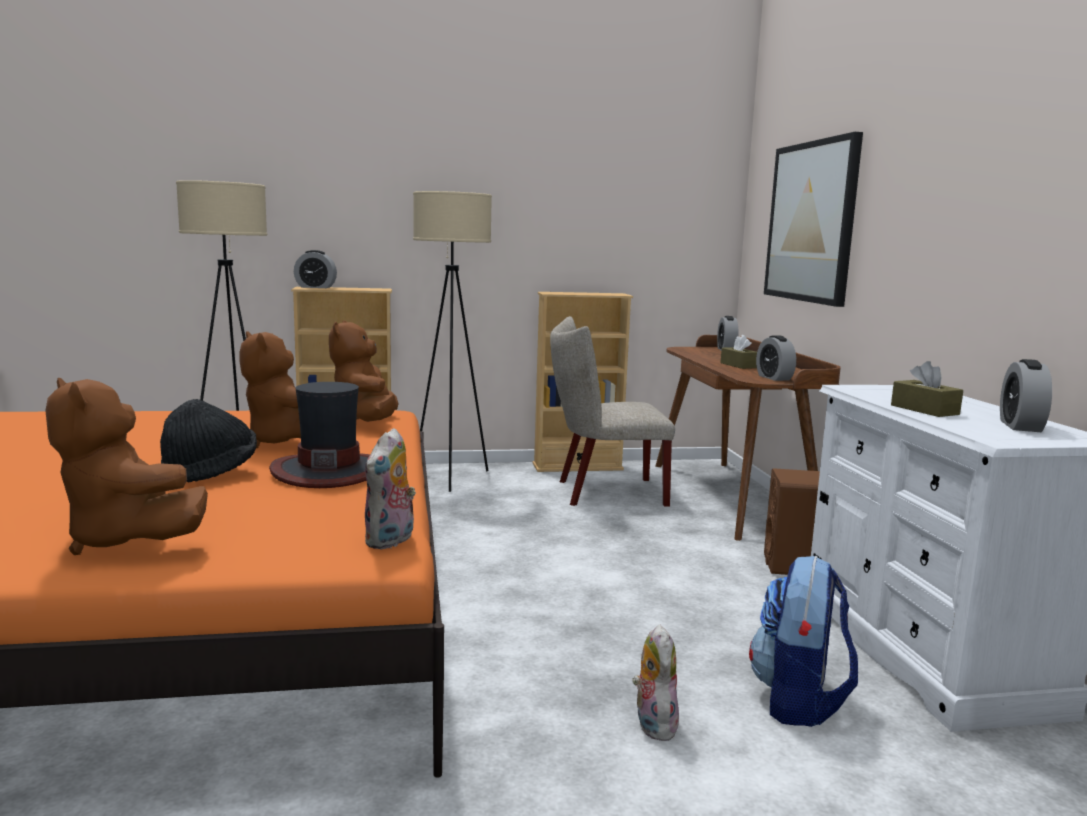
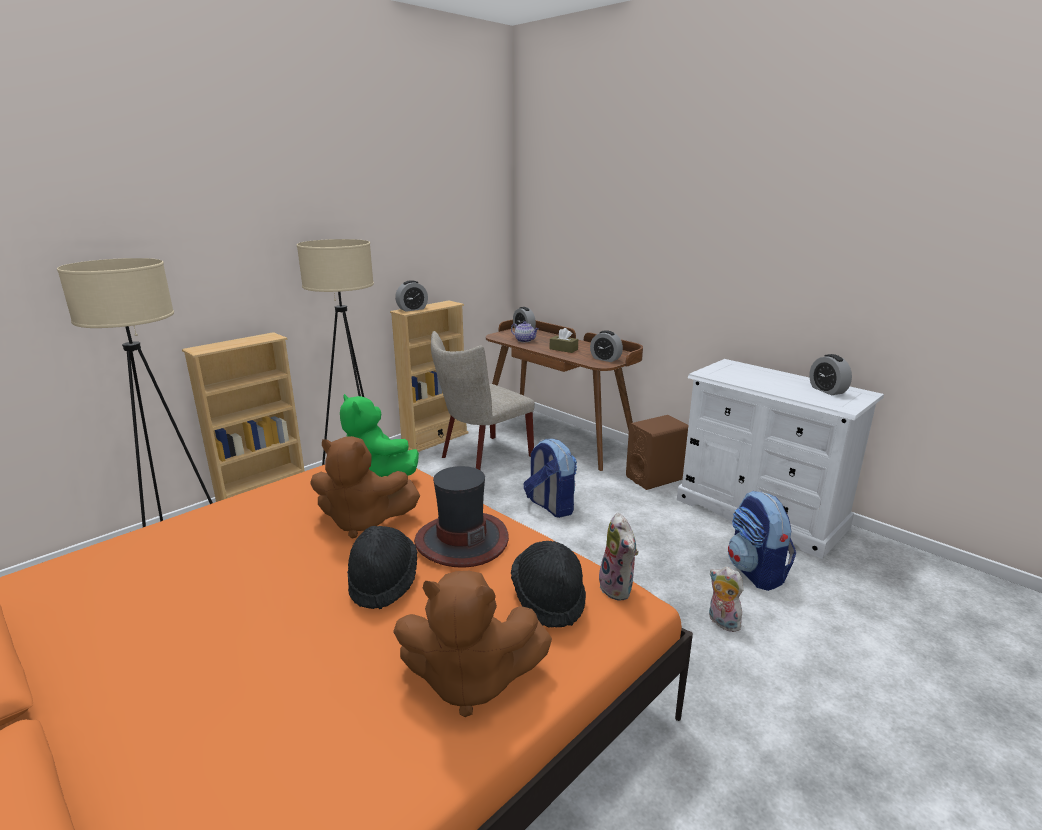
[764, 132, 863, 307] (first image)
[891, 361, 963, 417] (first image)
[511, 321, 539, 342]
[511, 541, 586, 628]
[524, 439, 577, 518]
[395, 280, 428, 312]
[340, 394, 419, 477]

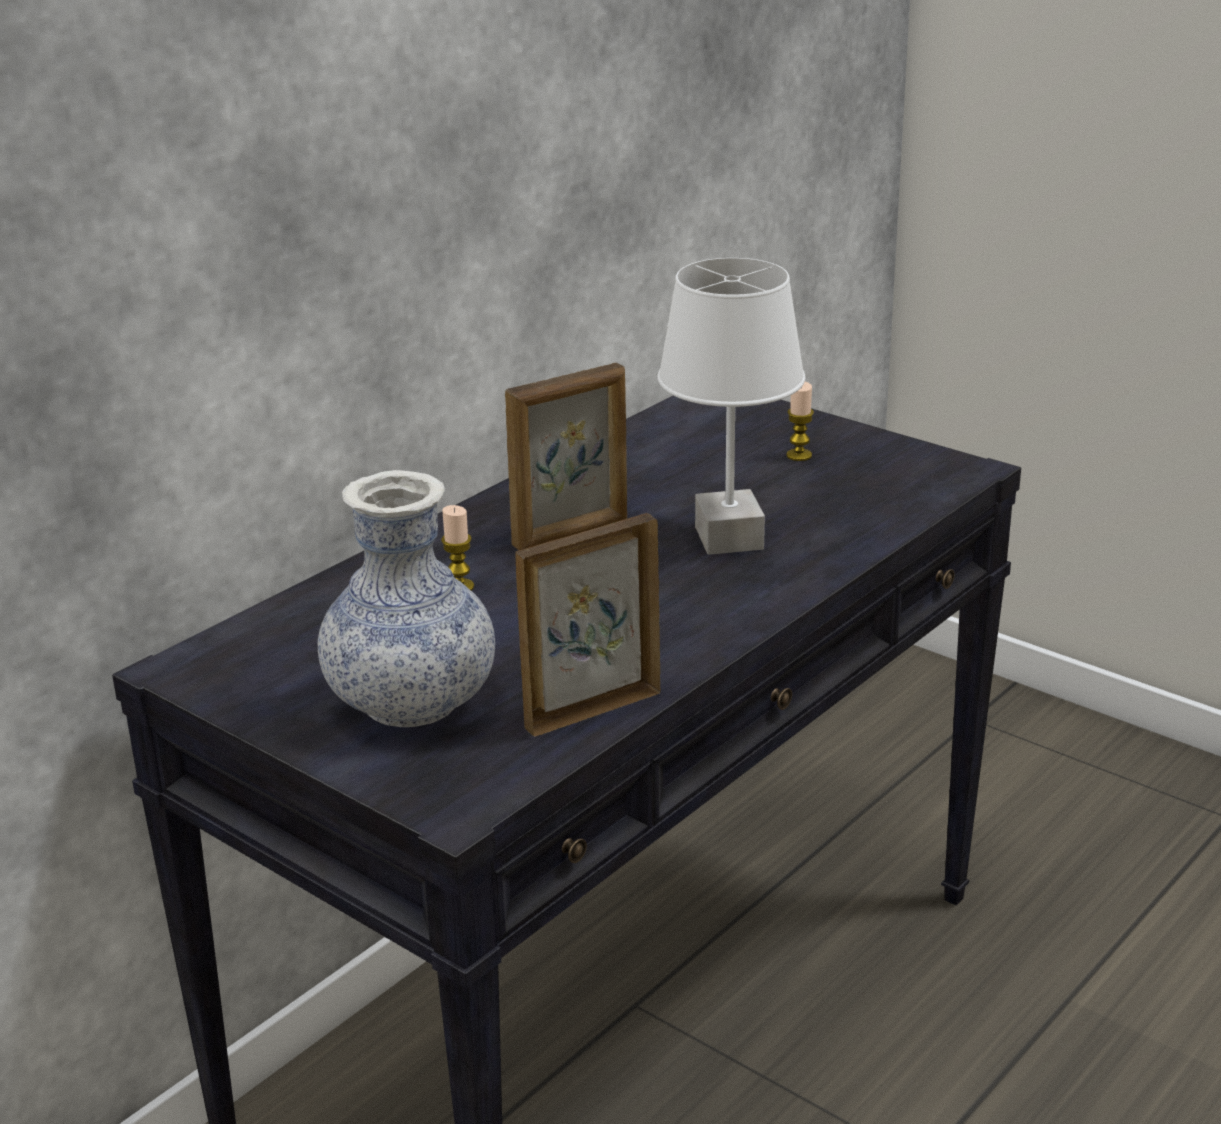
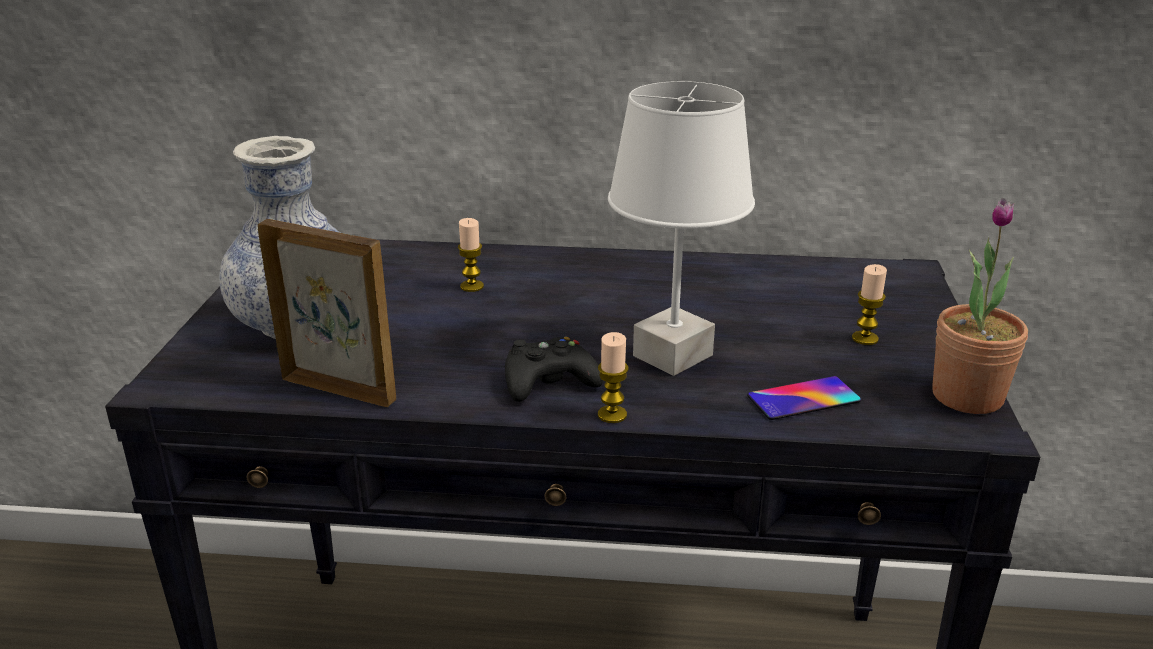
[505, 363, 627, 551] (first image)
[505, 336, 603, 402]
[598, 332, 629, 423]
[747, 376, 861, 420]
[932, 198, 1028, 414]

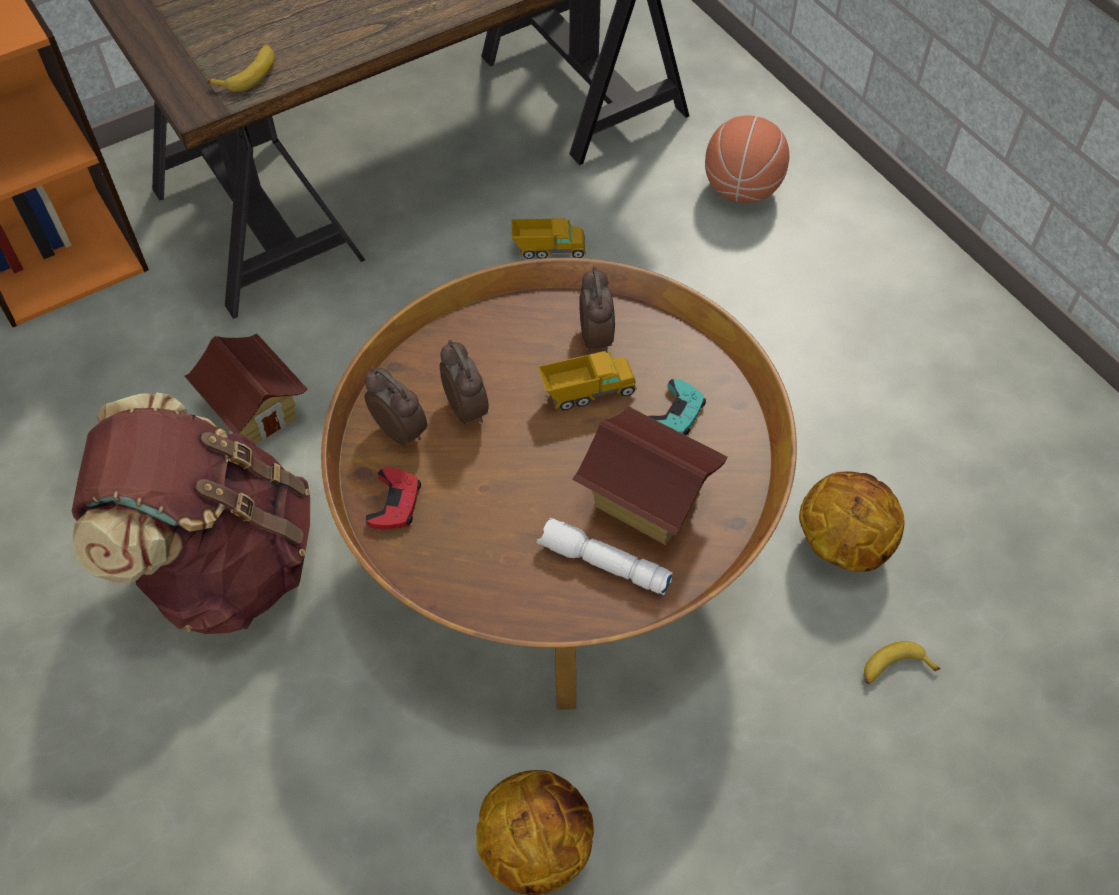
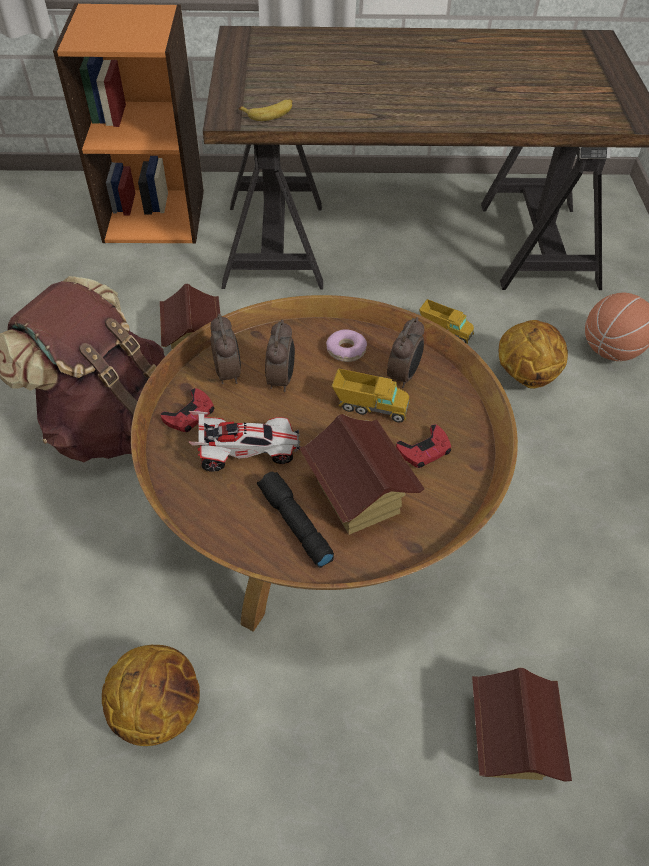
[189, 411, 301, 472]
[326, 329, 367, 362]
[499, 320, 568, 389]
[472, 668, 572, 782]
[257, 472, 334, 568]
[396, 424, 451, 468]

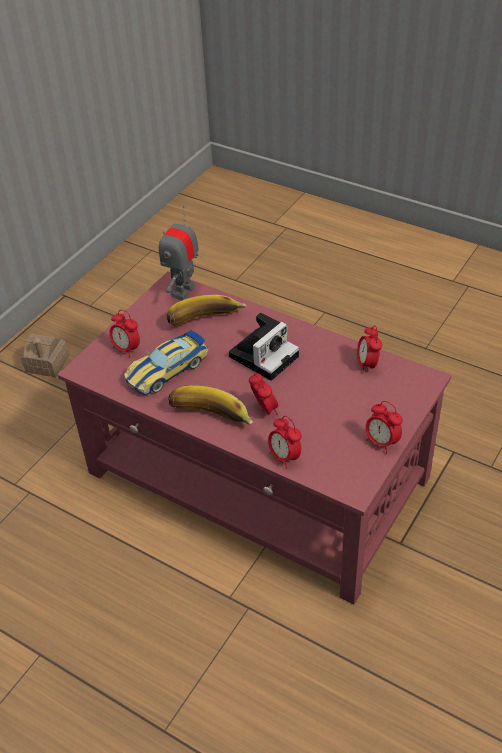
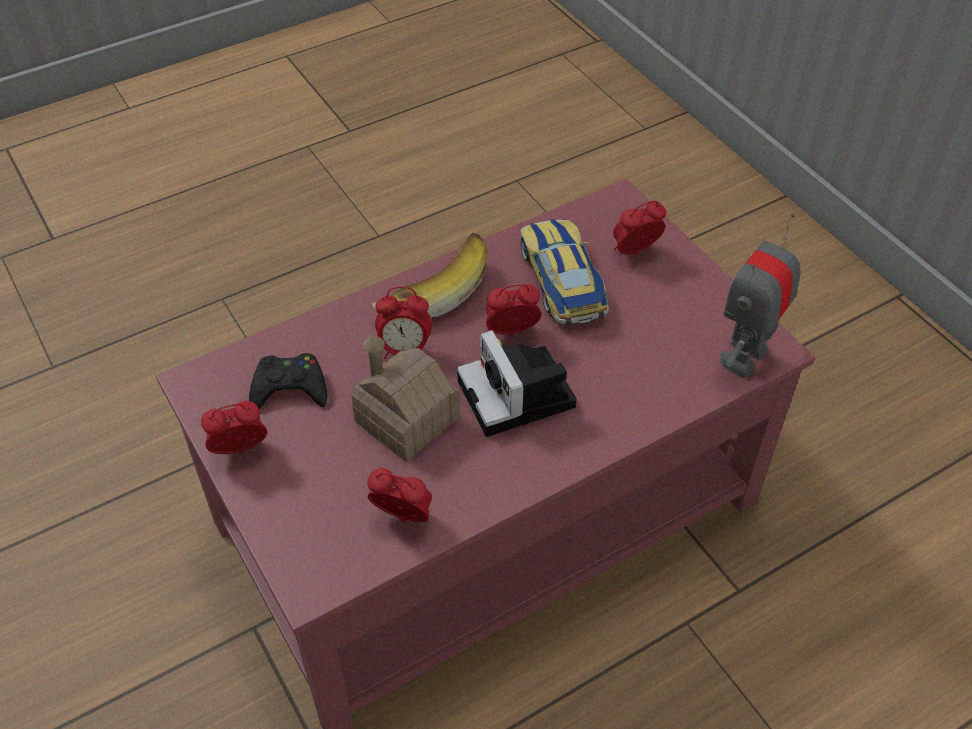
[166, 295, 246, 326] (first image)
[249, 353, 328, 409]
[351, 335, 460, 462]
[486, 284, 542, 336]
[720, 213, 801, 379]

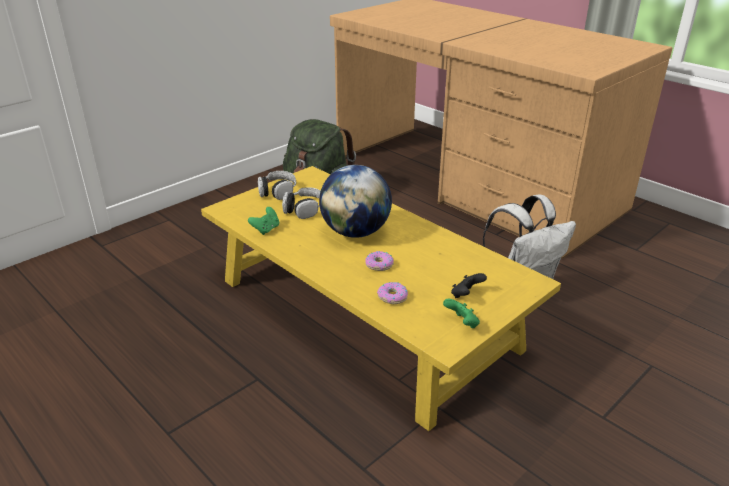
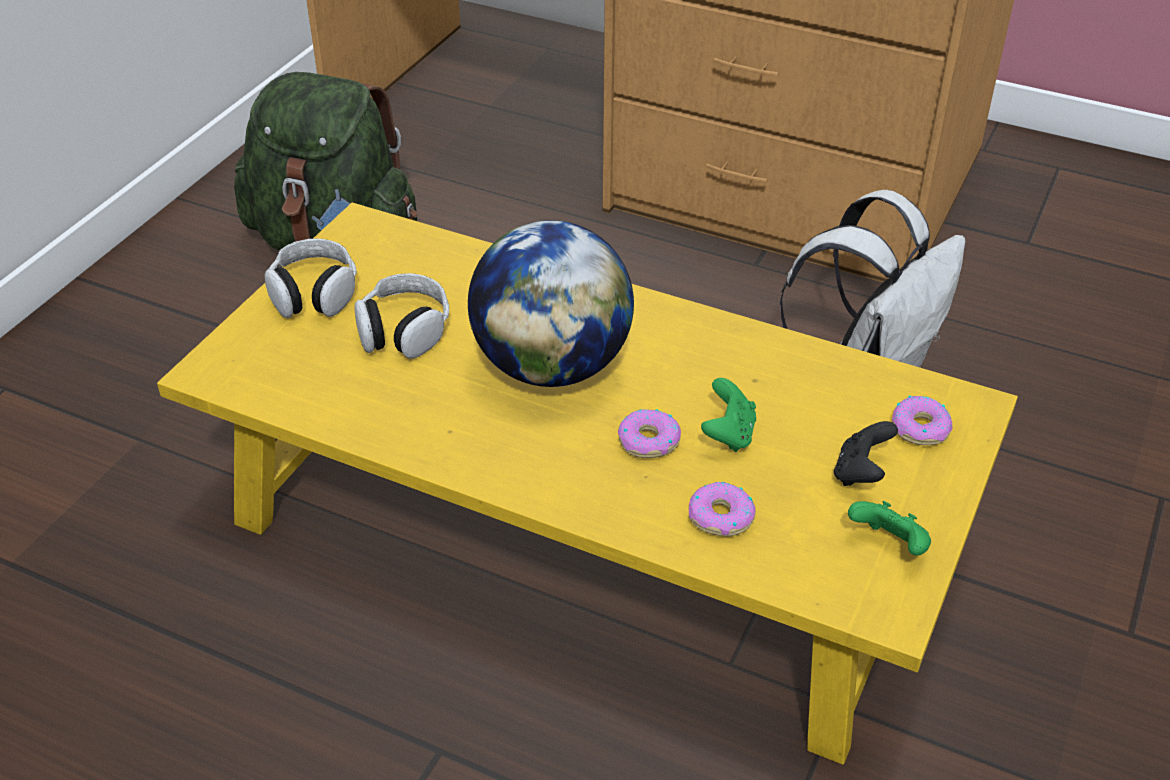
[892, 395, 953, 445]
[701, 378, 756, 452]

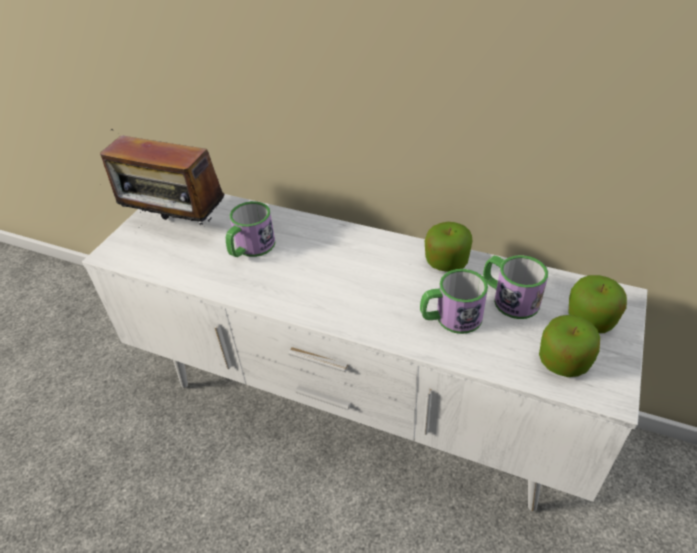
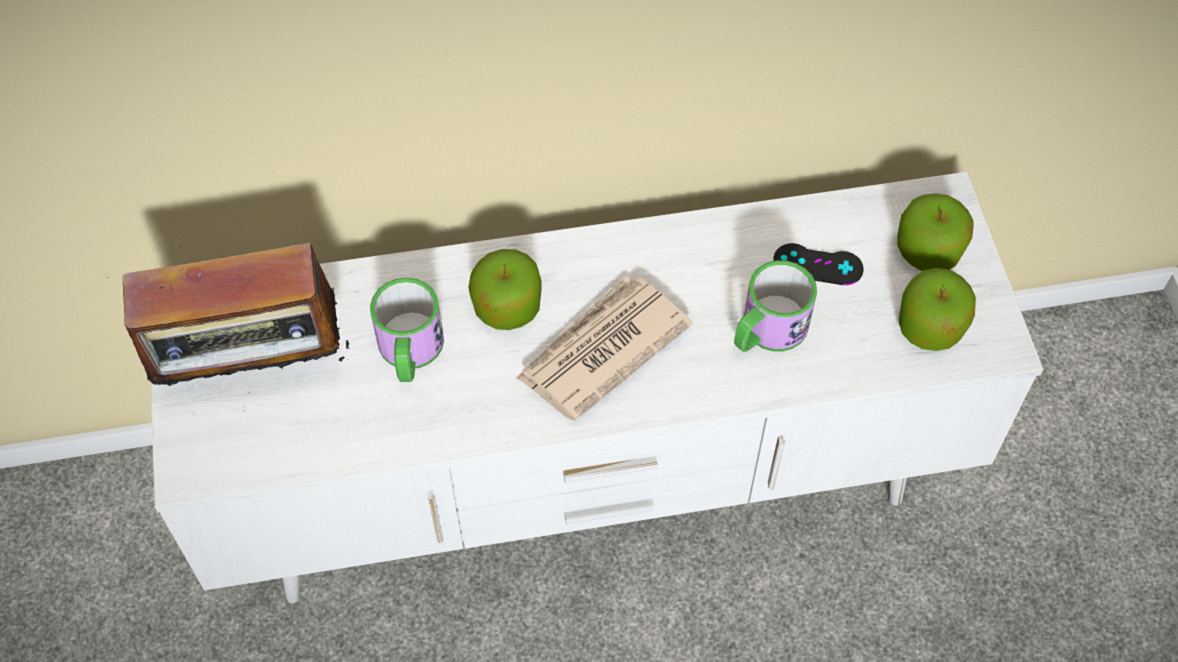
[516, 276, 693, 420]
[469, 249, 542, 330]
[773, 243, 864, 285]

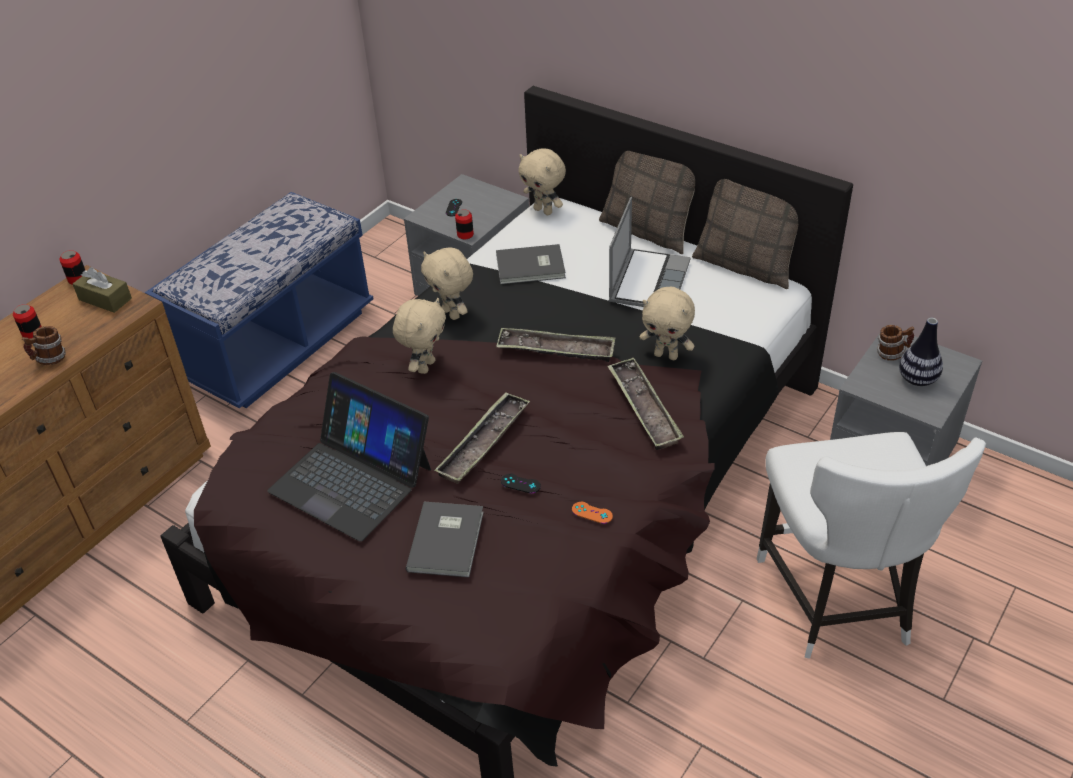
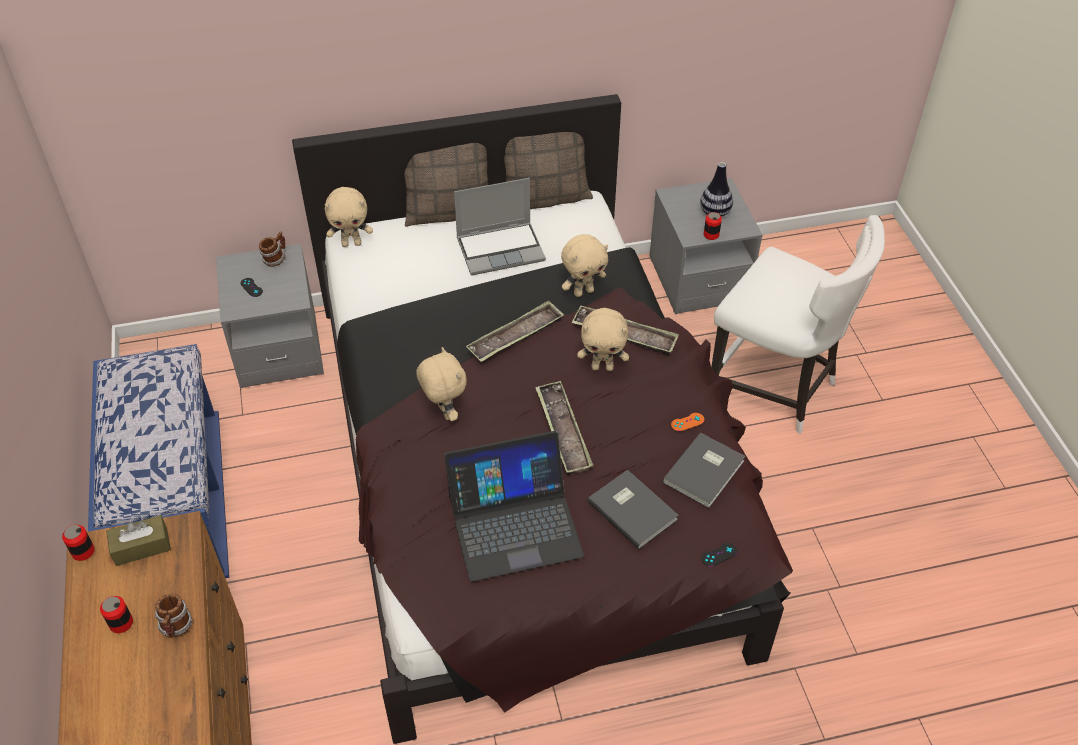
[577, 308, 629, 371]
[704, 212, 722, 240]
[662, 433, 745, 508]
[701, 543, 737, 567]
[259, 231, 286, 267]
[454, 178, 546, 275]

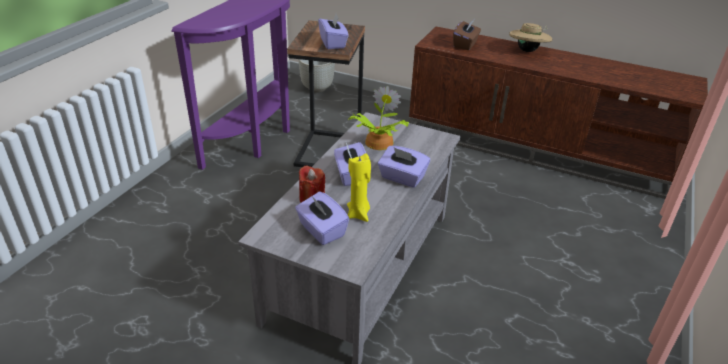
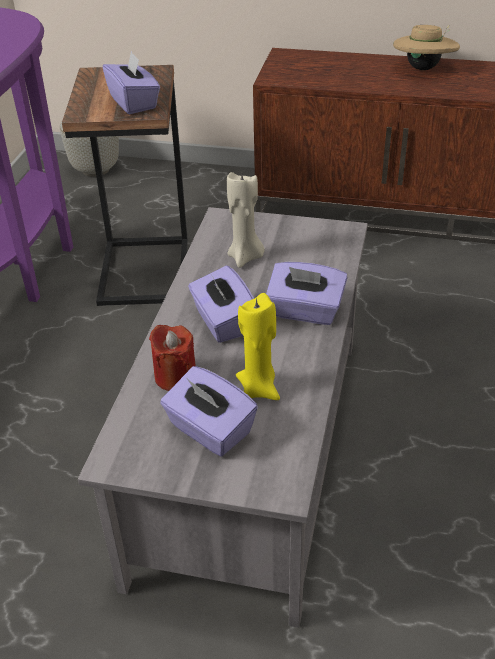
[453, 20, 481, 50] (first image)
[227, 172, 265, 268]

